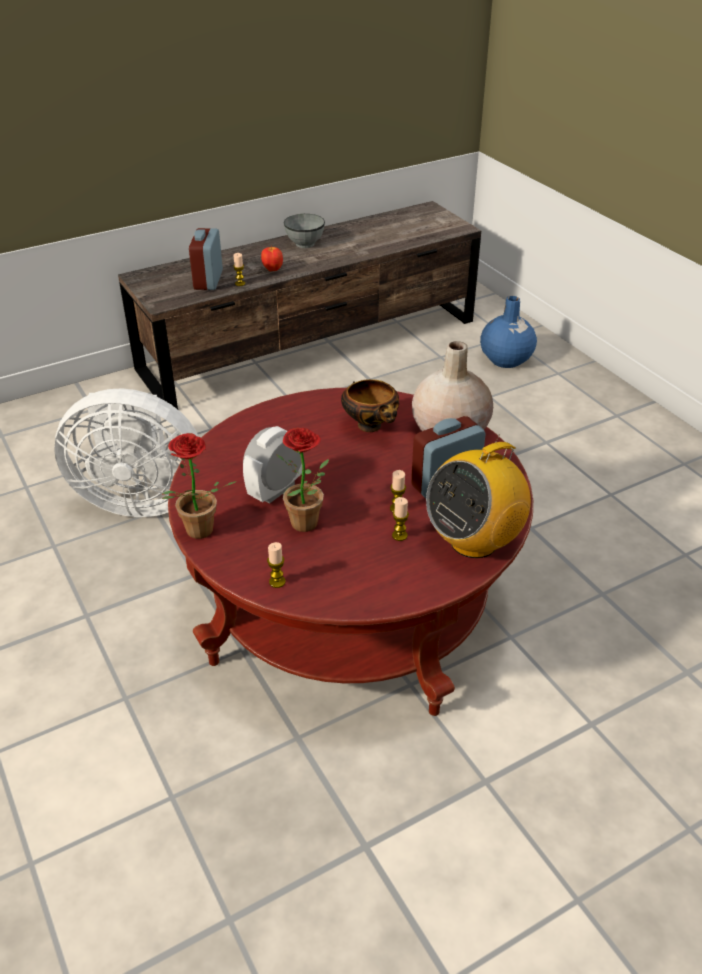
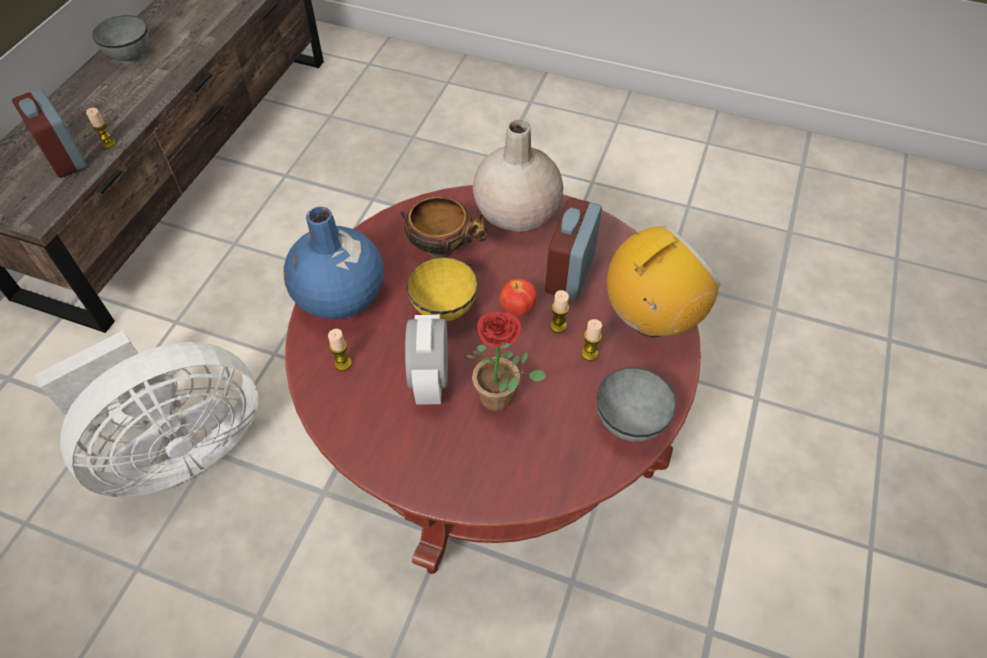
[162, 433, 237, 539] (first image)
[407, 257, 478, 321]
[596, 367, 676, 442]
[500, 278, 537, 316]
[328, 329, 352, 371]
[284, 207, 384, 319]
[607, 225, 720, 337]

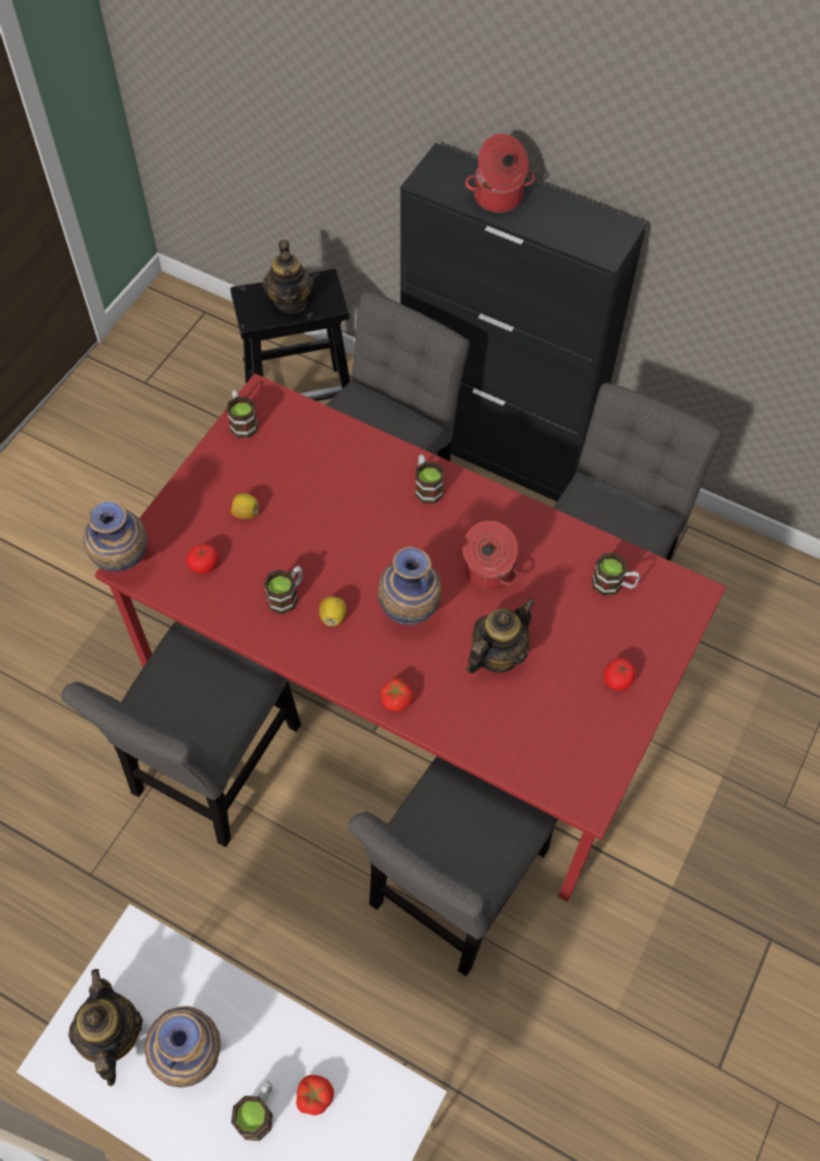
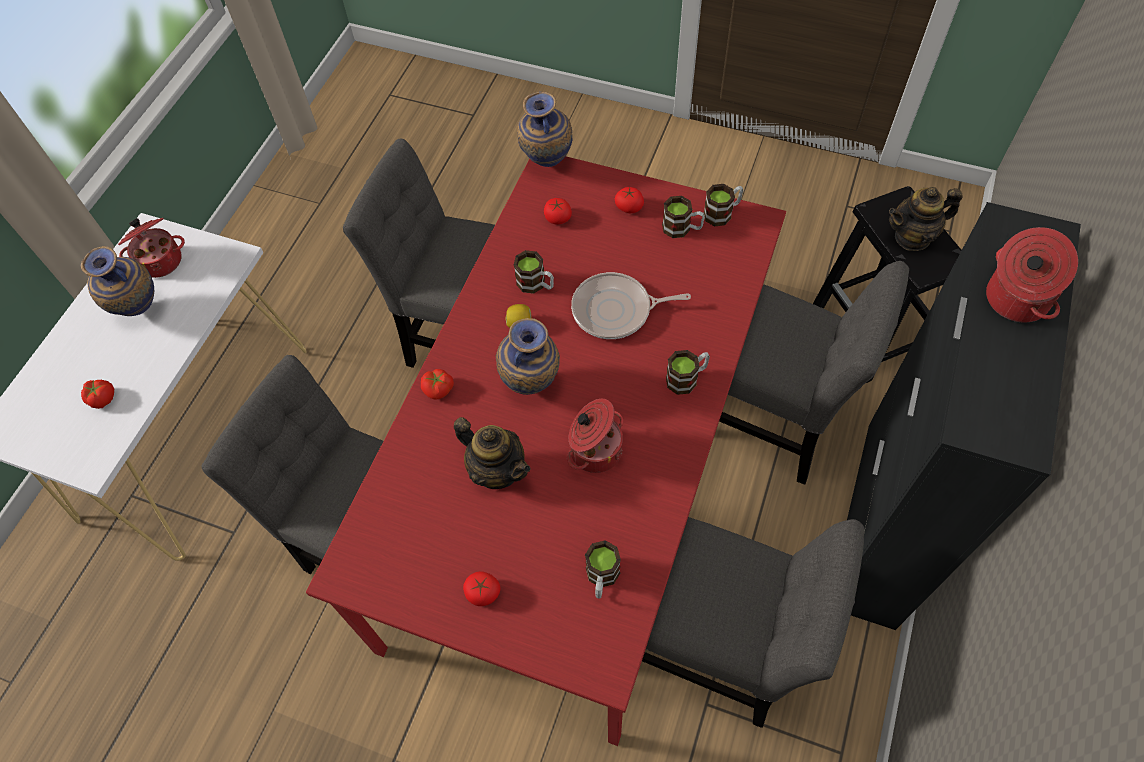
[231, 493, 259, 519] (first image)
[571, 272, 691, 339]
[615, 187, 644, 213]
[662, 196, 705, 238]
[118, 218, 185, 278]

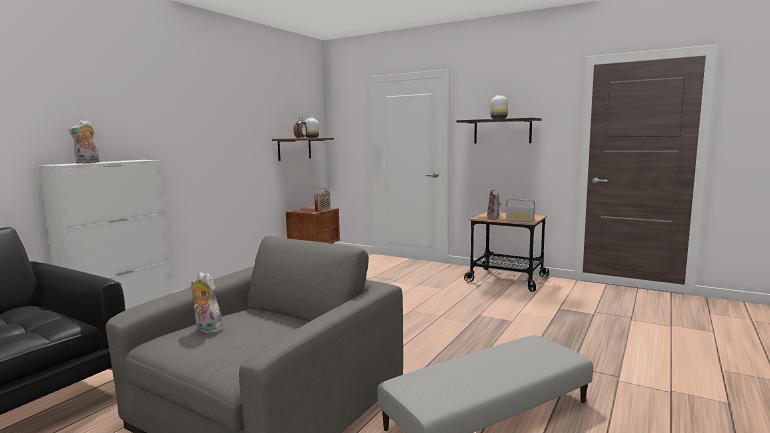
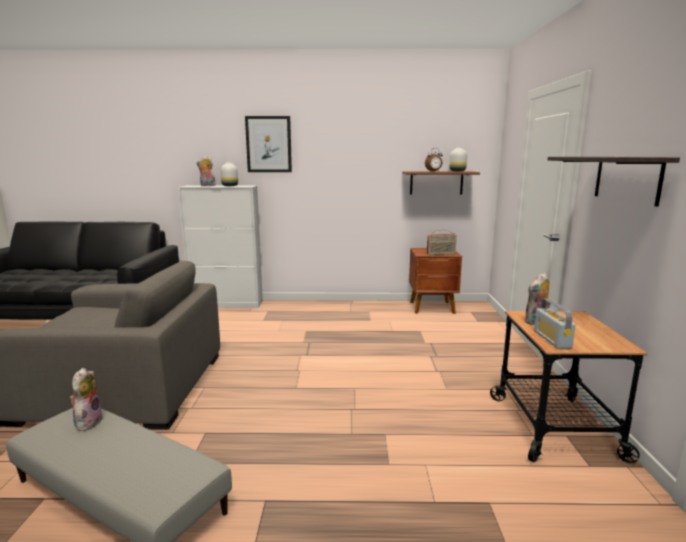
[245, 116, 292, 172]
[70, 368, 104, 431]
[221, 162, 238, 186]

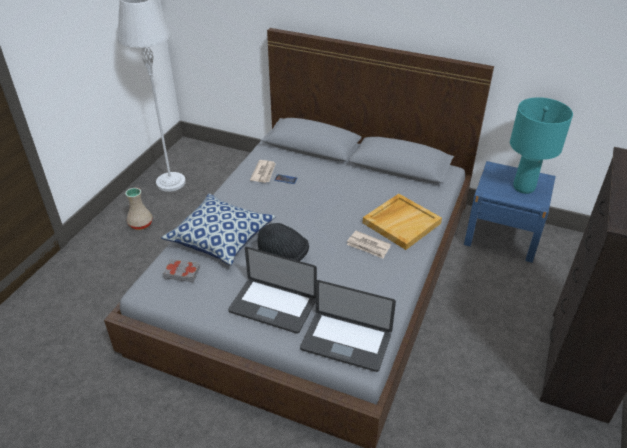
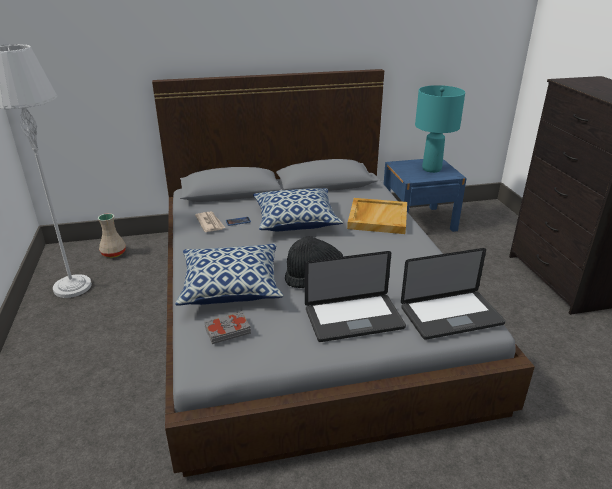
[347, 231, 391, 259] (first image)
[253, 188, 343, 231]
[98, 213, 126, 258]

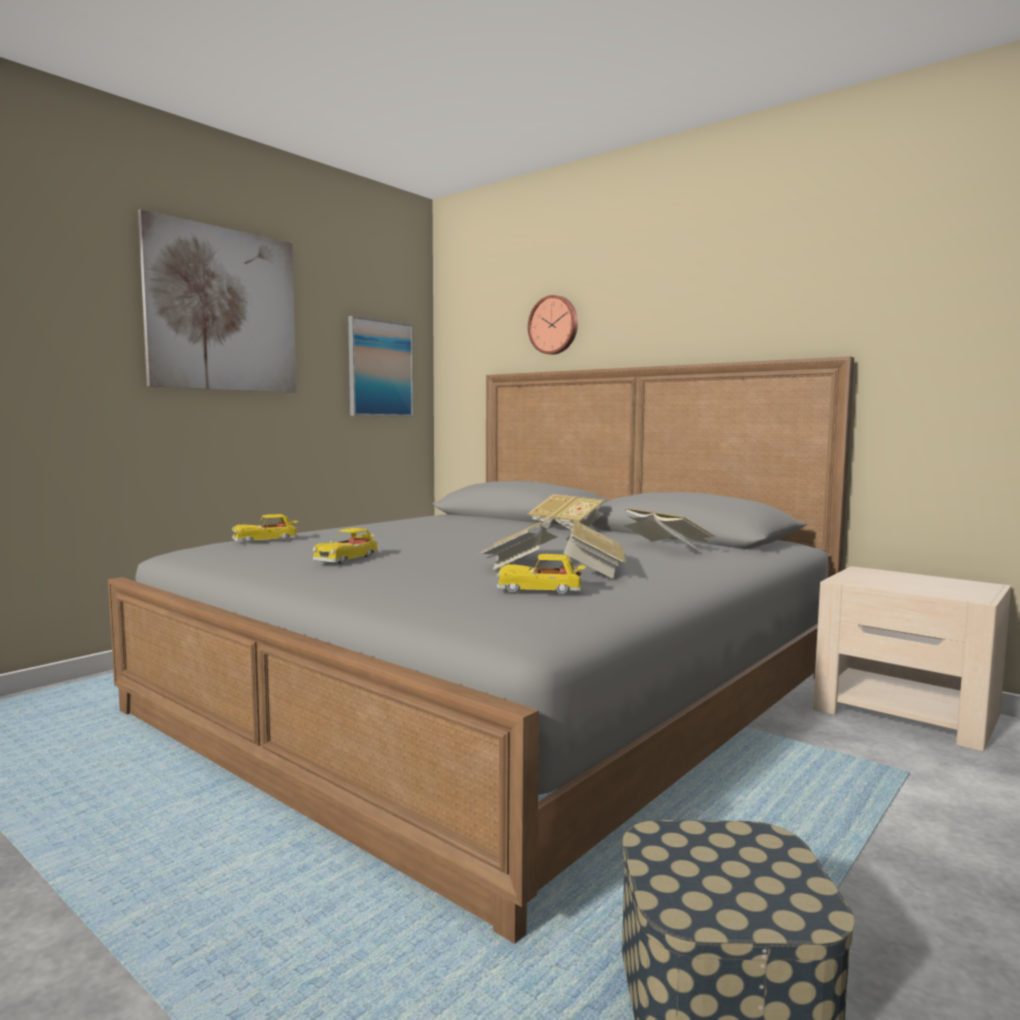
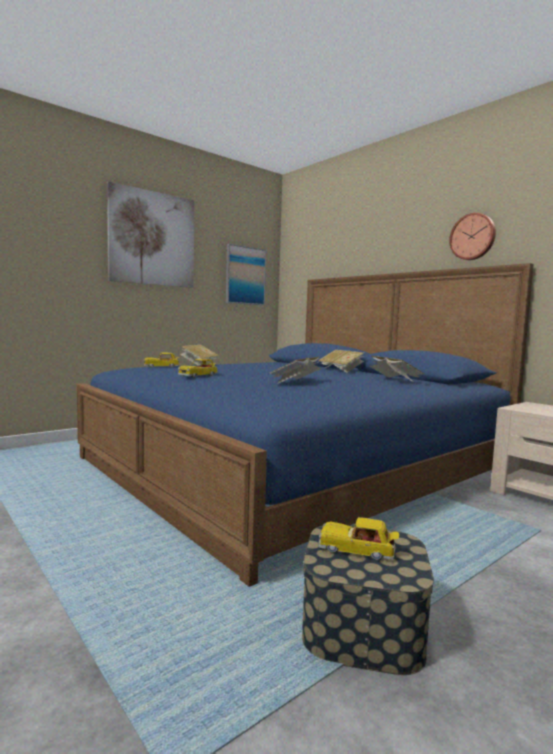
[318, 517, 399, 560]
[449, 213, 496, 260]
[180, 345, 219, 366]
[76, 263, 534, 587]

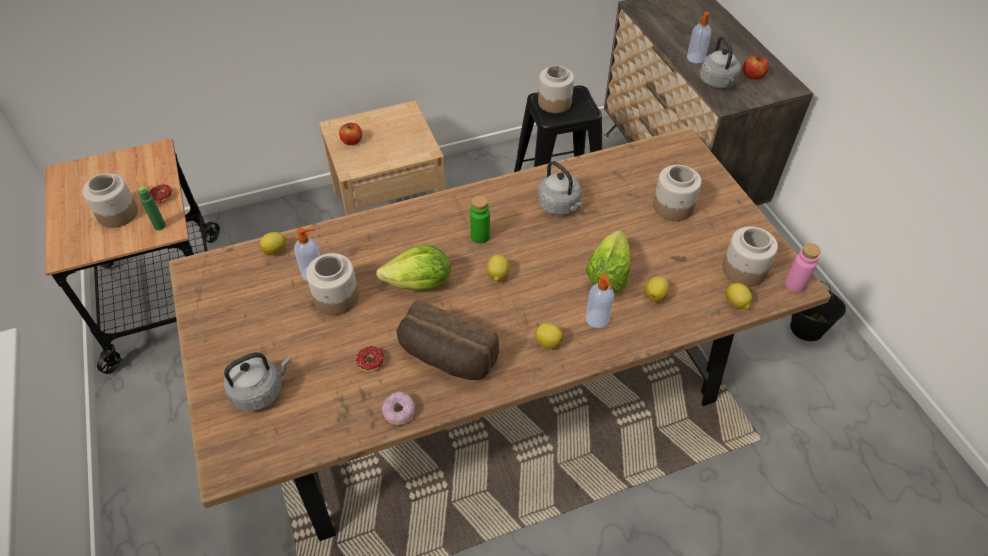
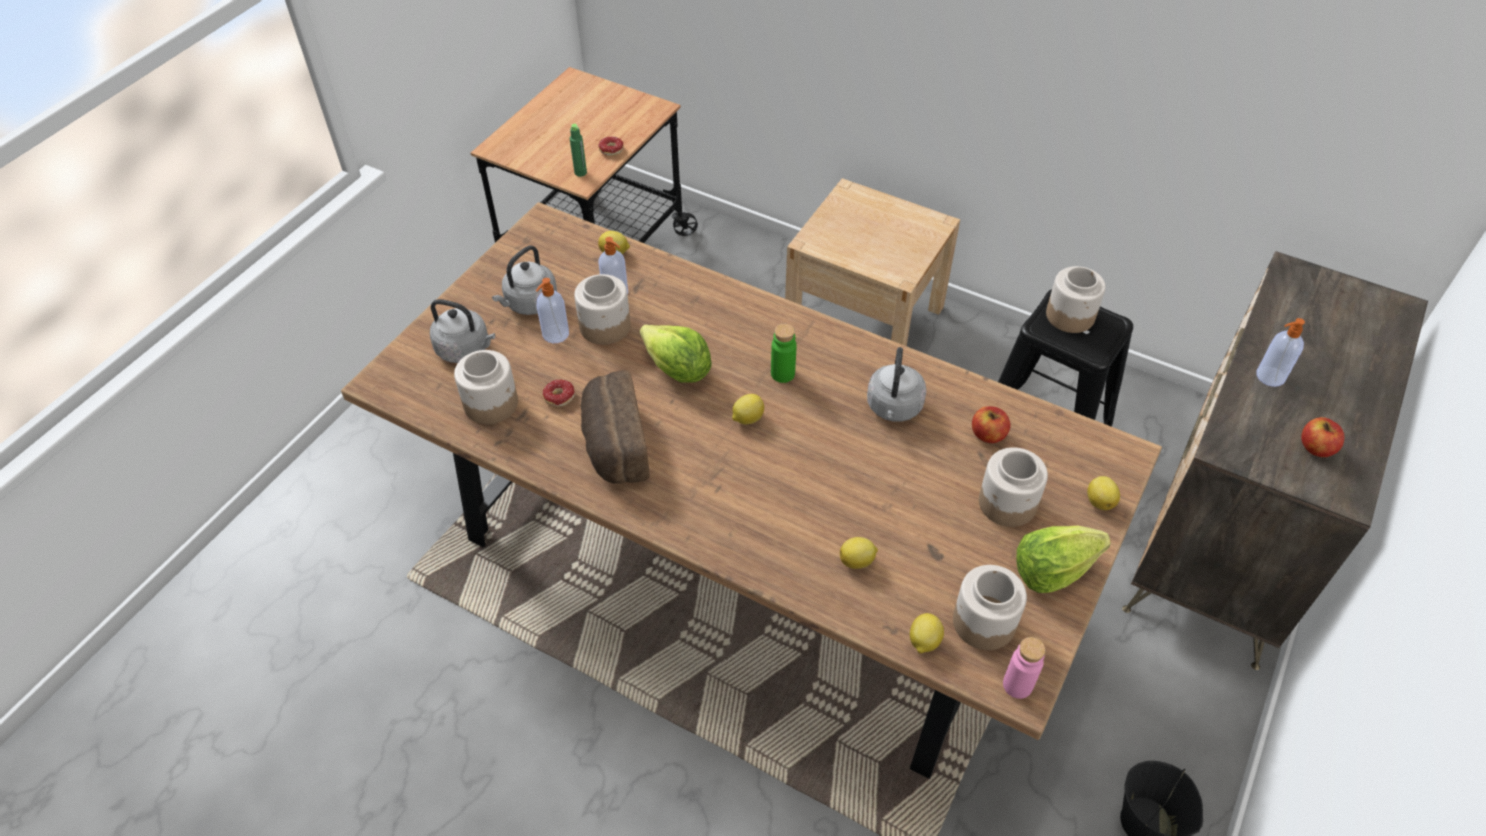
[382, 392, 415, 425] (first image)
[454, 350, 518, 424]
[972, 406, 1011, 443]
[1087, 476, 1120, 510]
[1016, 526, 1111, 593]
[536, 278, 569, 343]
[492, 246, 557, 315]

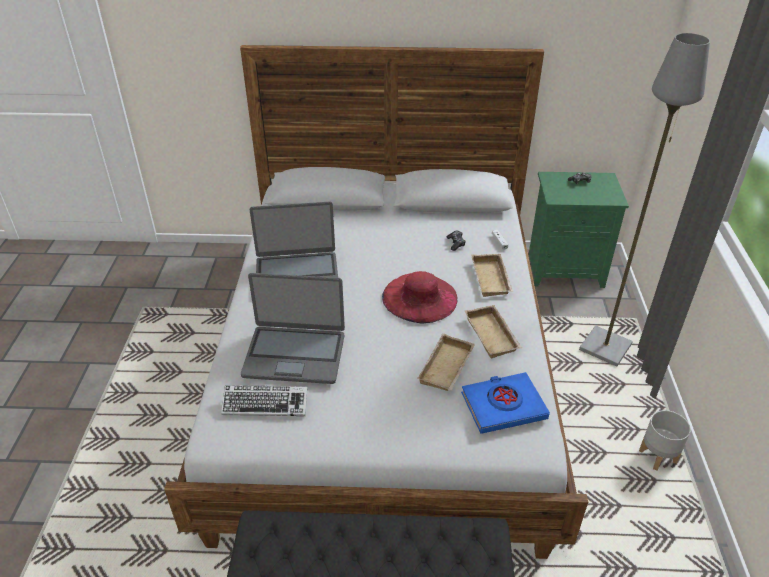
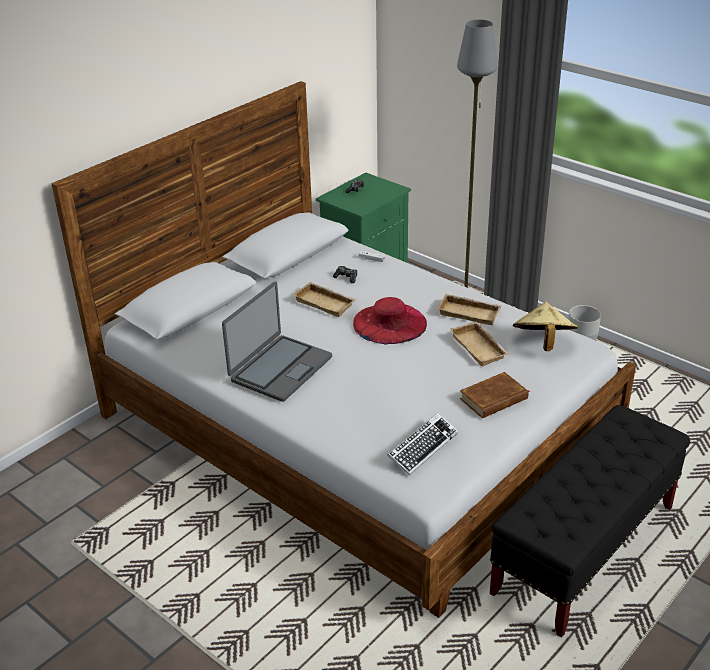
[241, 273, 345, 384] (first image)
[460, 372, 530, 418]
[293, 282, 356, 317]
[513, 302, 578, 351]

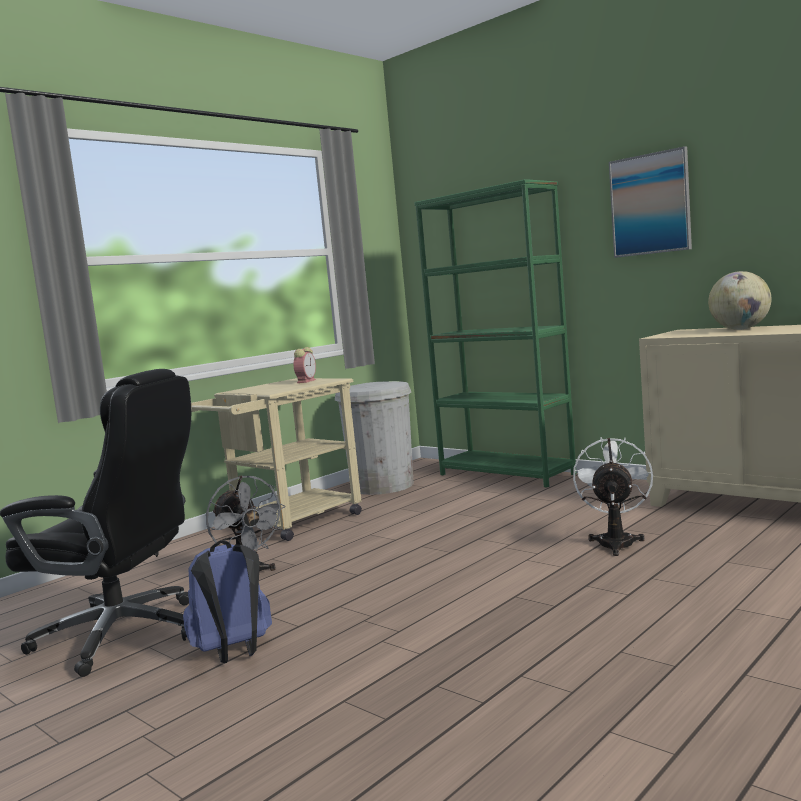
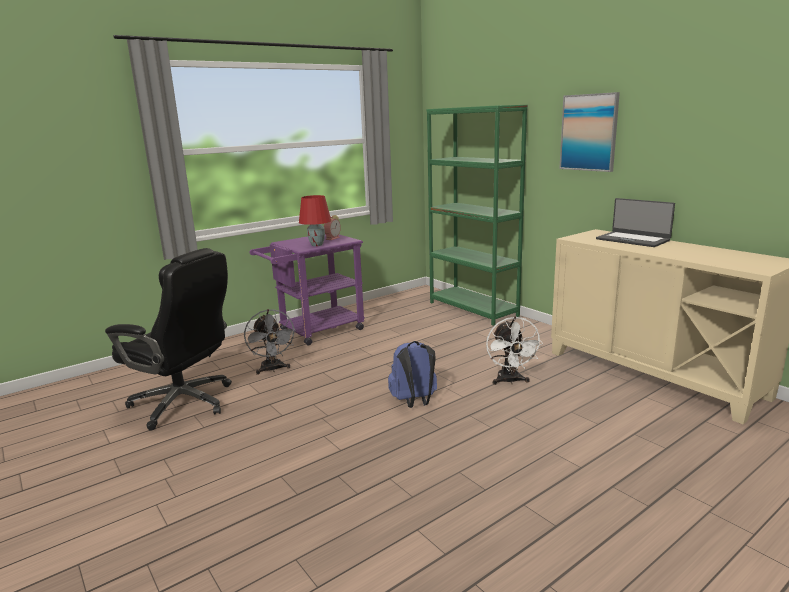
[335, 381, 414, 495] (first image)
[299, 195, 331, 246]
[388, 341, 437, 408]
[596, 198, 675, 247]
[249, 235, 365, 346]
[486, 316, 543, 385]

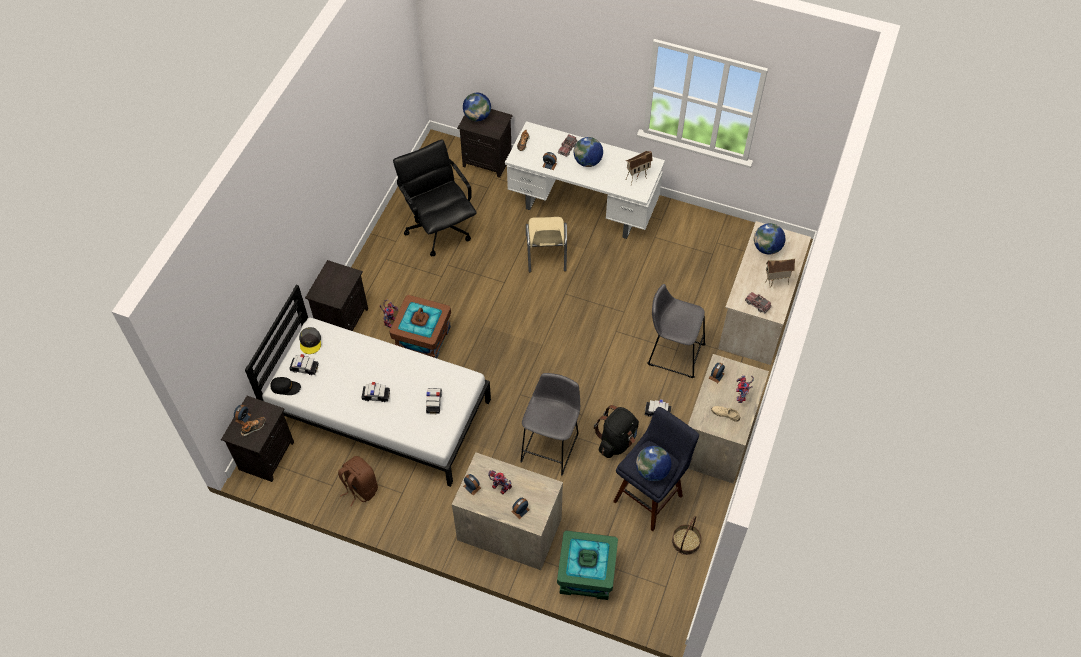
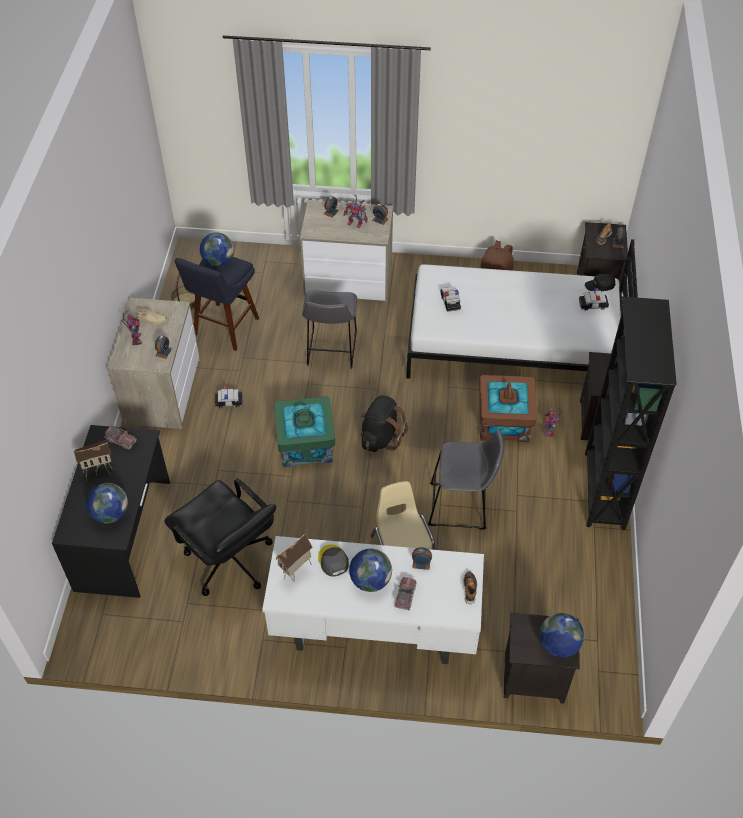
[361, 382, 390, 402] (first image)
[585, 297, 677, 530]
[318, 544, 349, 577]
[164, 478, 276, 596]
[274, 396, 335, 467]
[360, 395, 408, 452]
[428, 430, 504, 530]
[52, 425, 170, 598]

